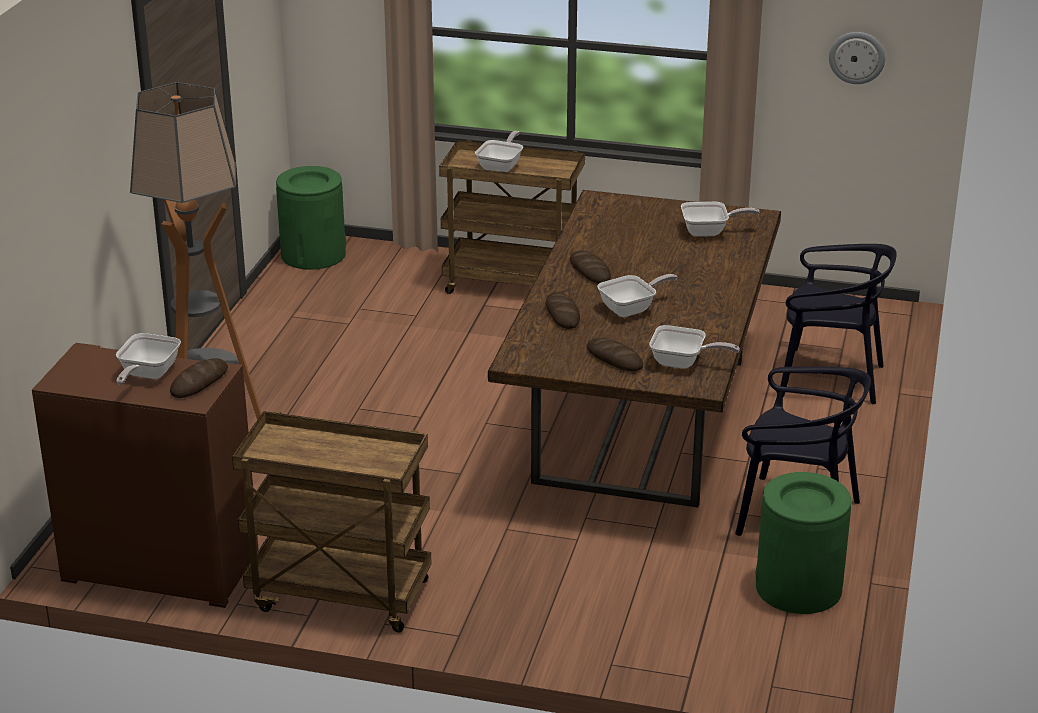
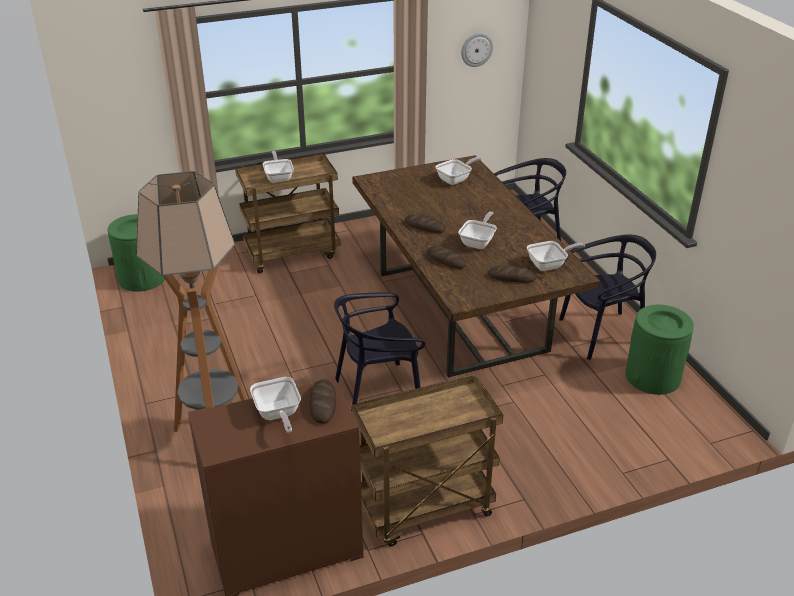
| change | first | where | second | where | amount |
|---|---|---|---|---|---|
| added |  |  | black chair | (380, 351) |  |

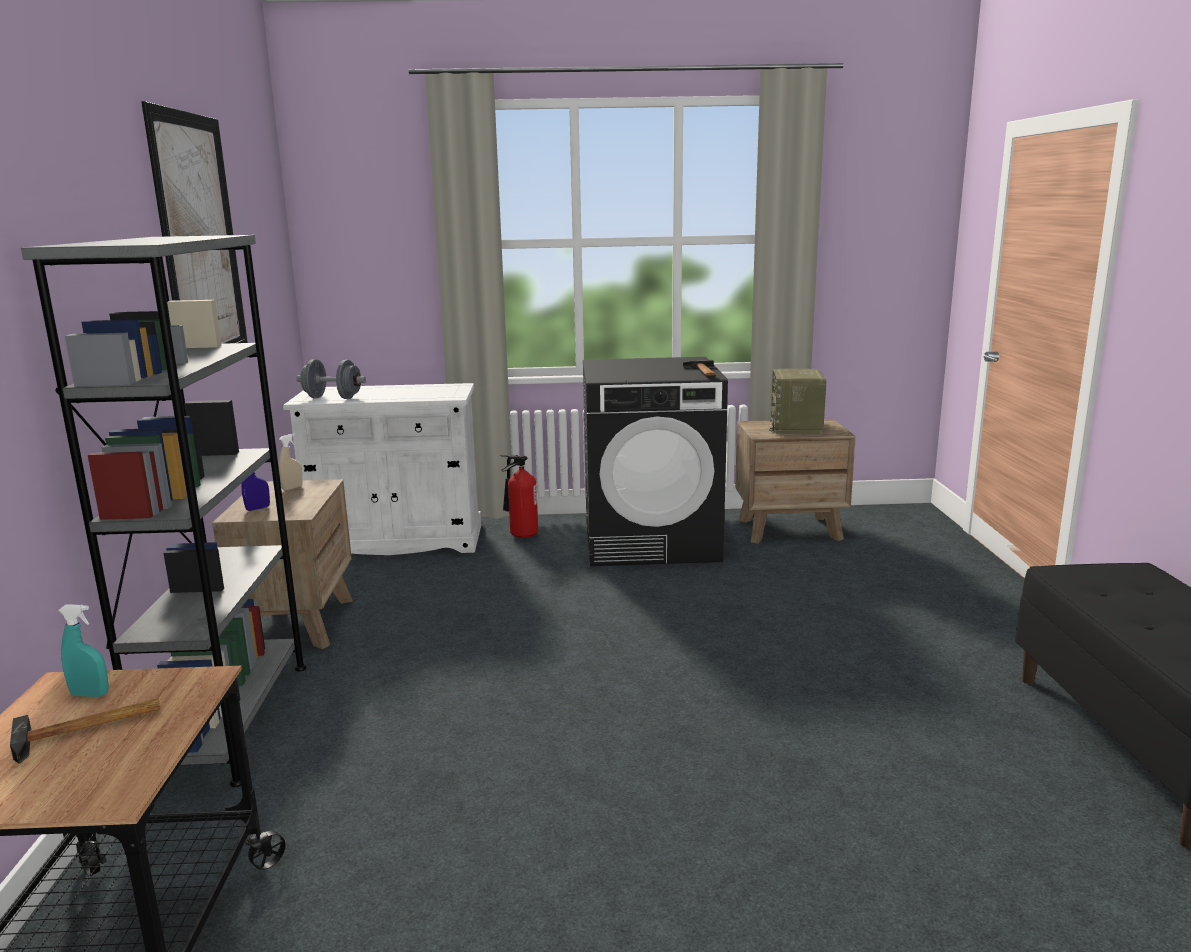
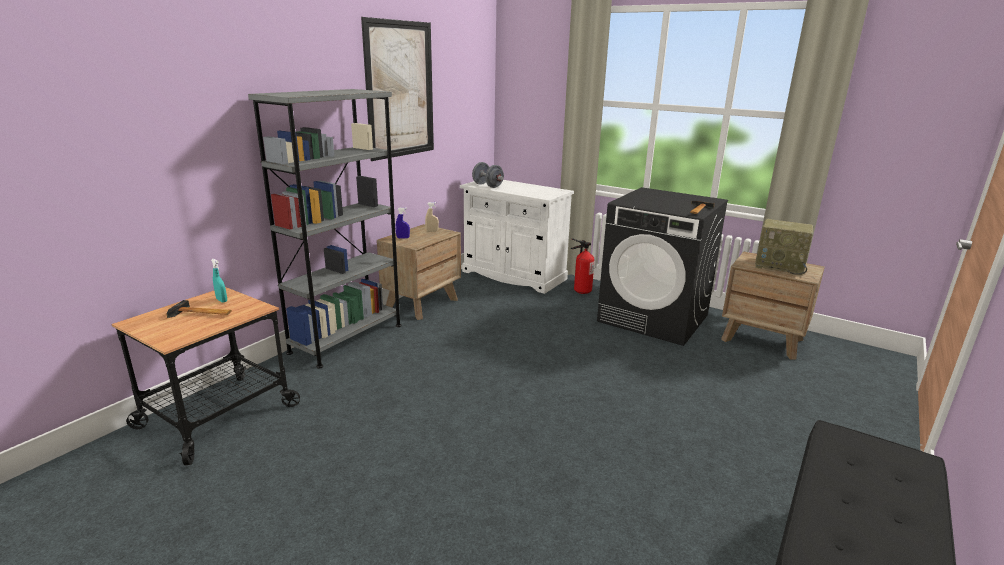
| change | first | where | second | where | amount |
|---|---|---|---|---|---|
| turned | radio | (798, 401) |  | (784, 247) | 105 degrees counterclockwise |

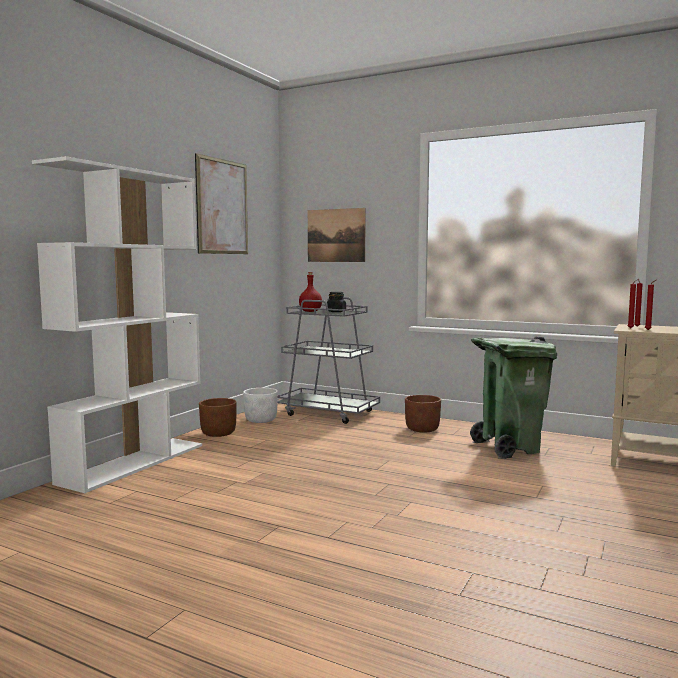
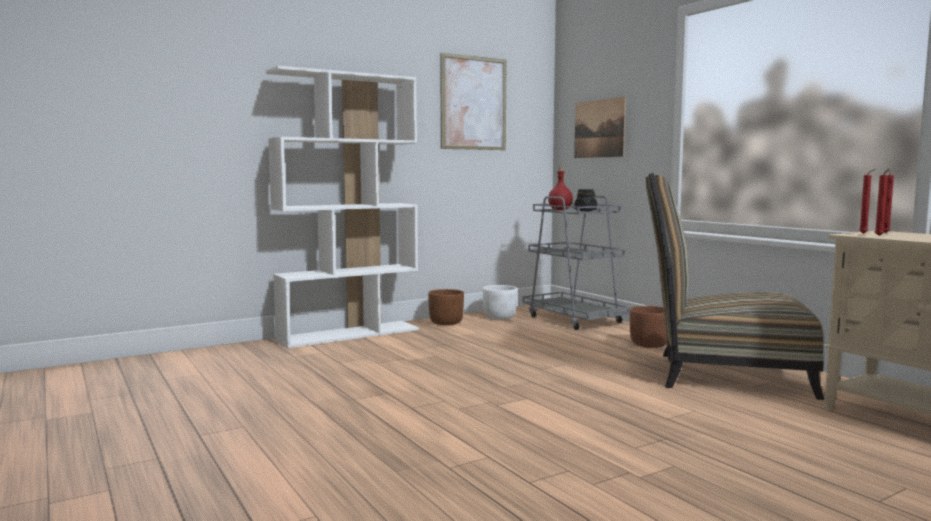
| change | first | where | second | where | amount |
|---|---|---|---|---|---|
| replaced | green trash can | (513, 398) | chair | (735, 286) |  |

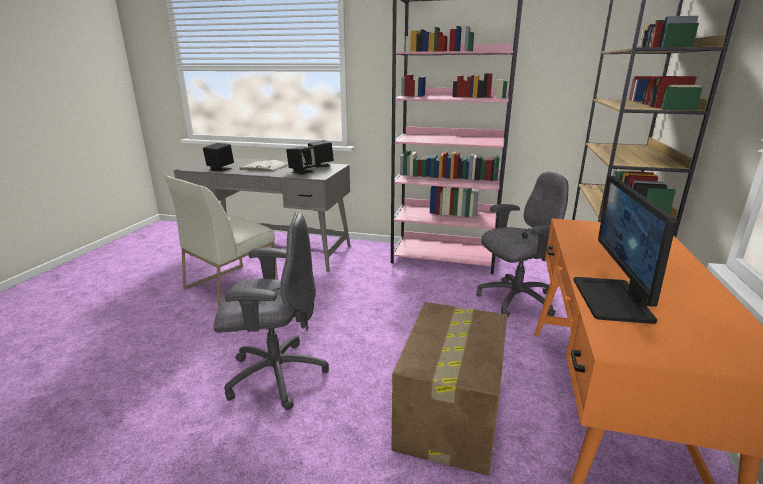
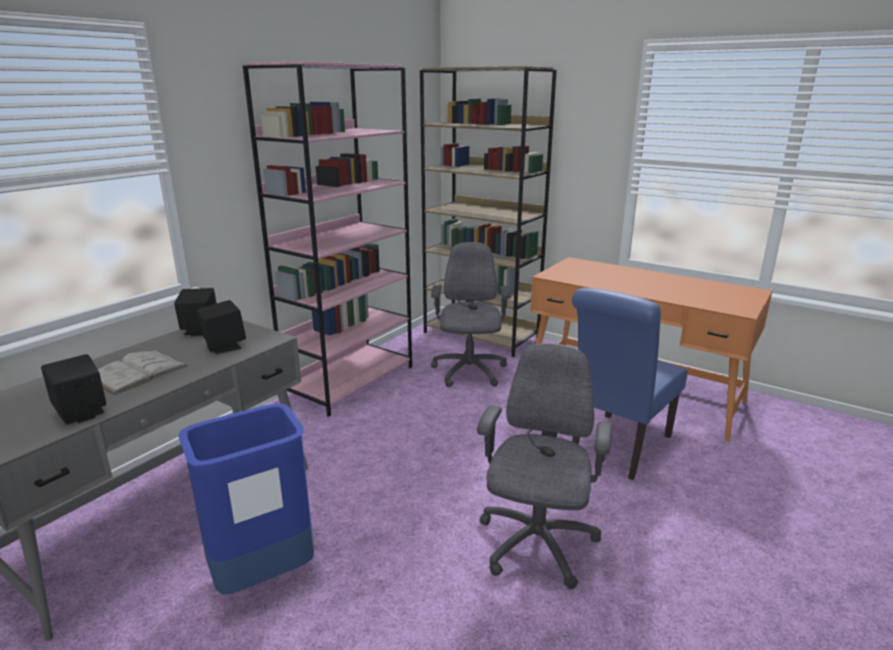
| change | first | where | second | where | amount |
|---|---|---|---|---|---|
| removed | monitor | (625, 250) |  |  |  |
| replaced | white chair | (221, 242) | blue trash can | (246, 499) |  |
| replaced | cardboard box | (449, 388) | blue chair | (630, 384) |  |

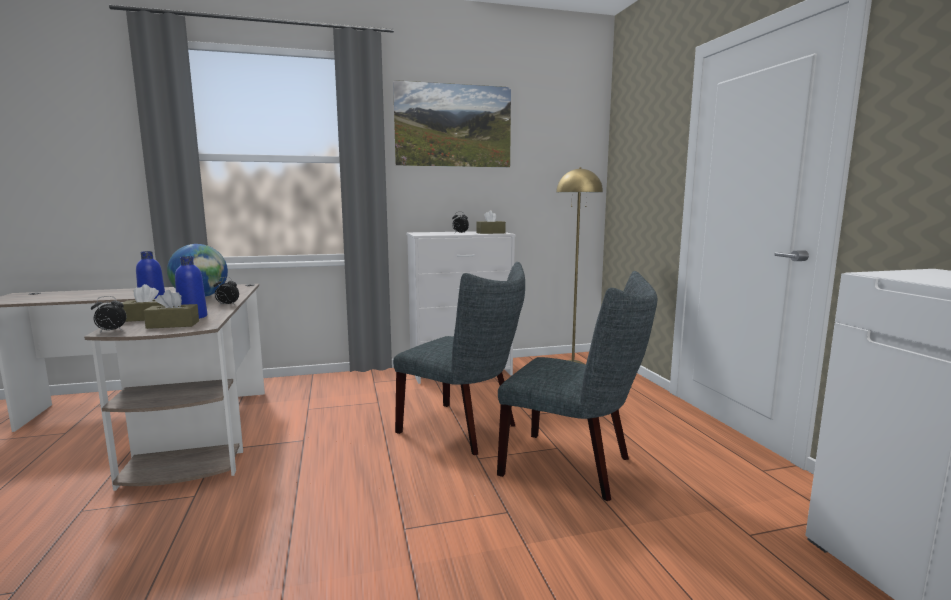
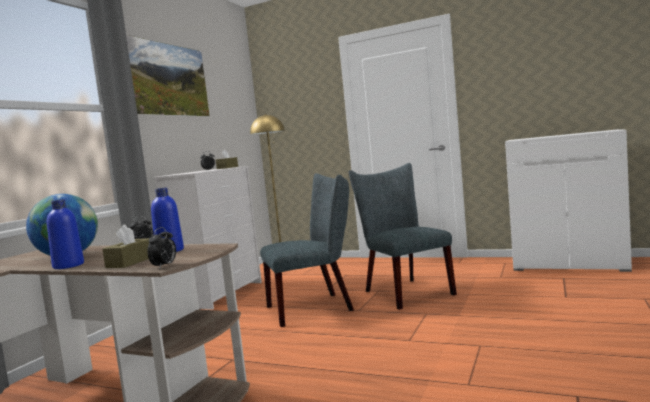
| change | first | where | second | where | amount |
|---|---|---|---|---|---|
| removed | brown tissue box | (171, 309) |  |  |  |
| turned | grey chair | (577, 386) |  | (403, 236) | 90 degrees counterclockwise |

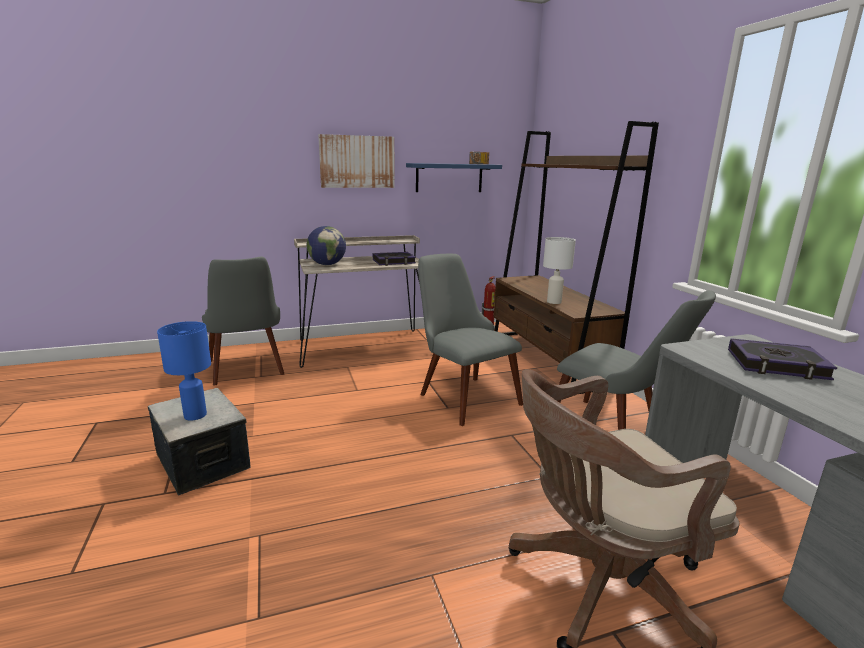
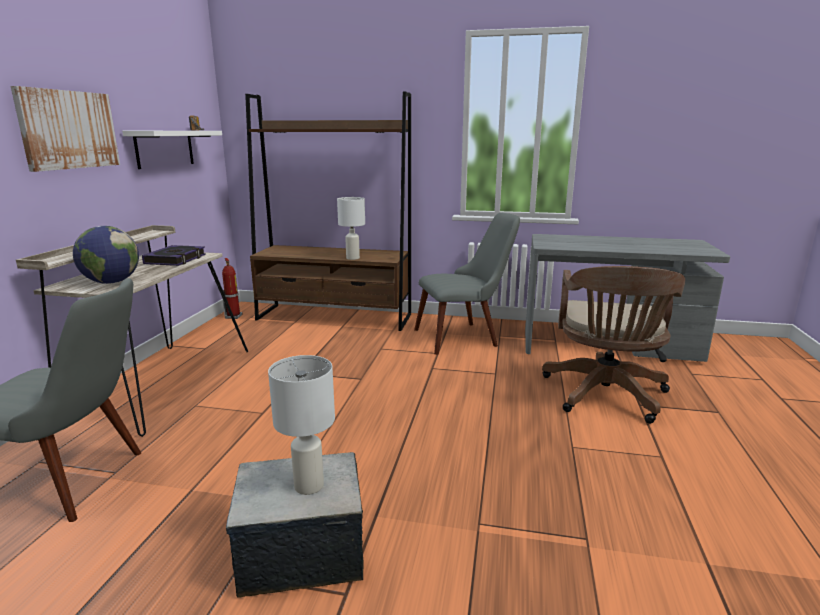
| change | first | where | second | where | amount |
|---|---|---|---|---|---|
| removed | grey chair | (470, 340) |  |  |  |
| removed | book | (782, 359) |  |  |  |
| recoloured | blue table lamp | (184, 371) | white table lamp | (301, 425) |  |
| recoloured | blue shelf | (454, 177) | white shelf | (172, 150) |  |

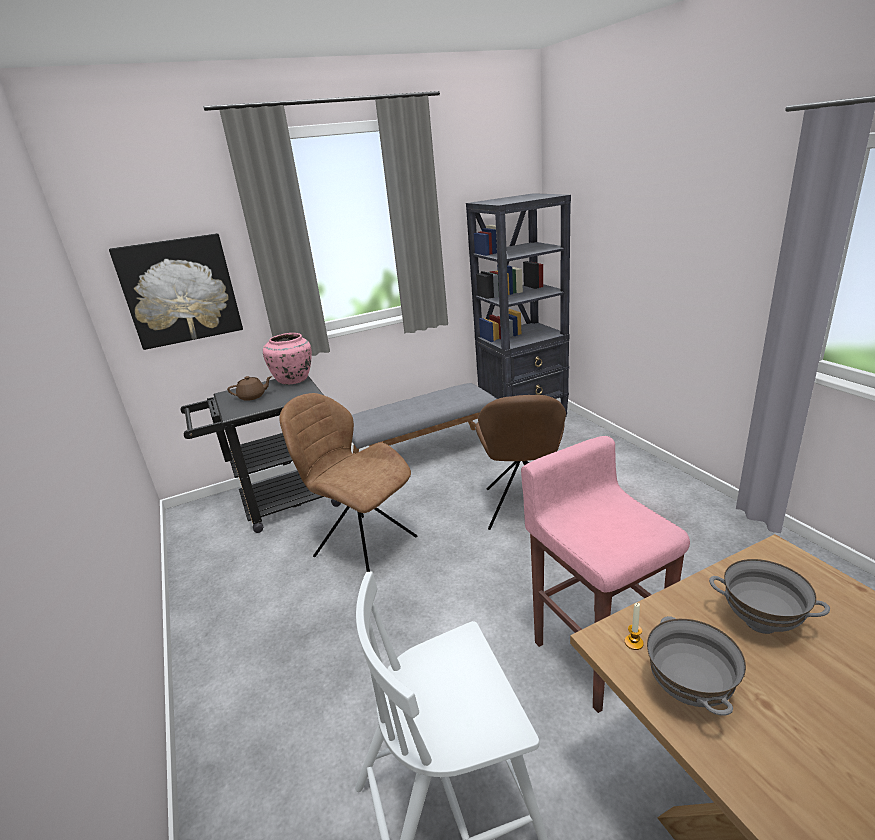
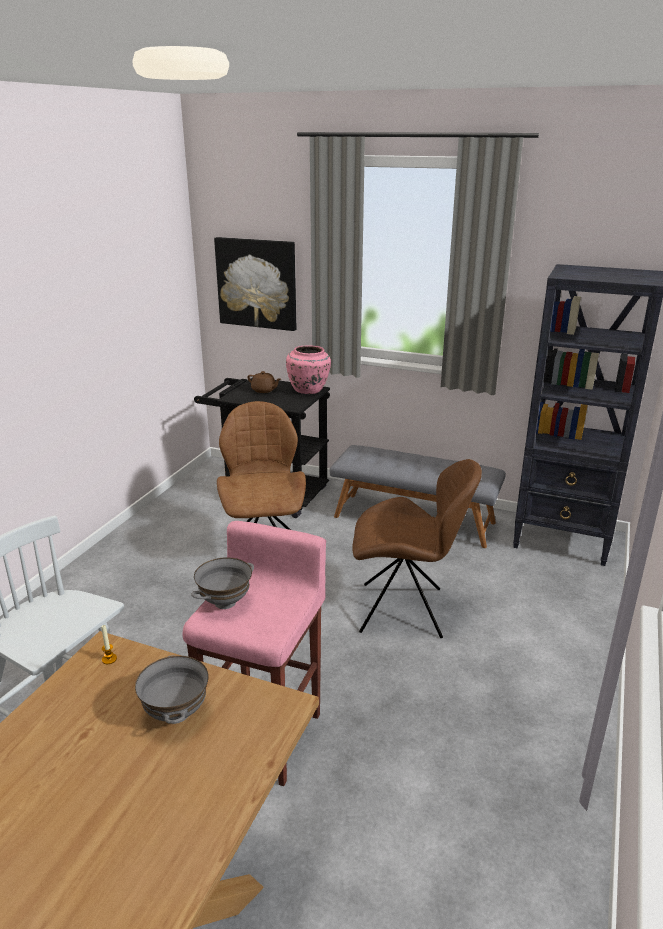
| change | first | where | second | where | amount |
|---|---|---|---|---|---|
| moved | grey bowl | (696, 665) |  | (222, 583) |  |
| turned | brown chair | (521, 462) |  | (417, 548) | 135 degrees counterclockwise |

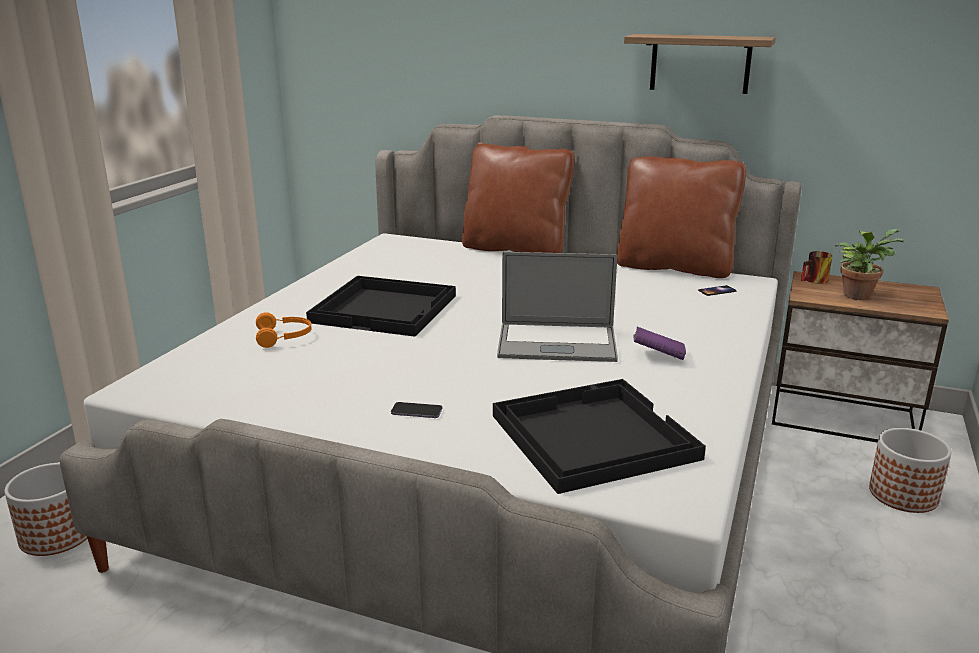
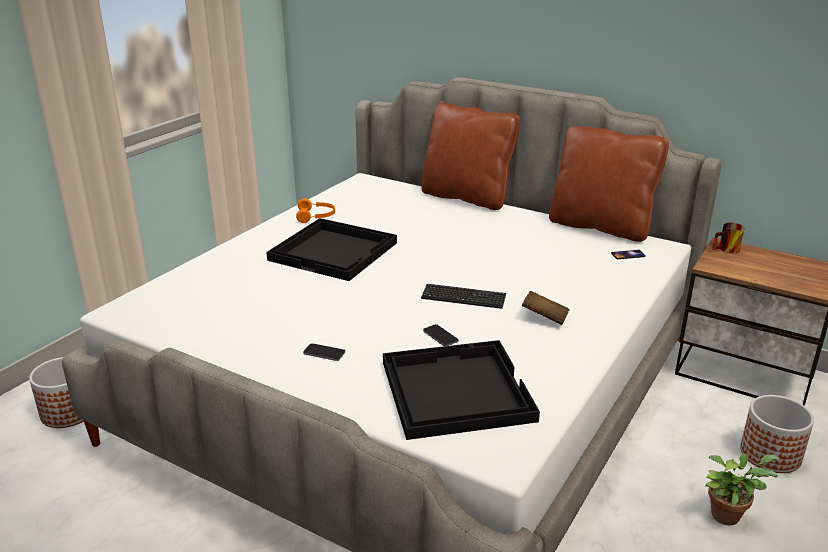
| change | first | where | second | where | amount |
|---|---|---|---|---|---|
| removed | shelf | (699, 64) |  |  |  |
| added |  |  | phone | (440, 335) |  |
| moved | orange headphones | (283, 330) |  | (315, 210) |  |
| moved | potted plant | (869, 264) |  | (742, 489) |  |
| replaced | laptop | (557, 307) | keyboard | (463, 296) |  |
| recoloured | purple book | (660, 343) | brown book | (546, 308) |  |

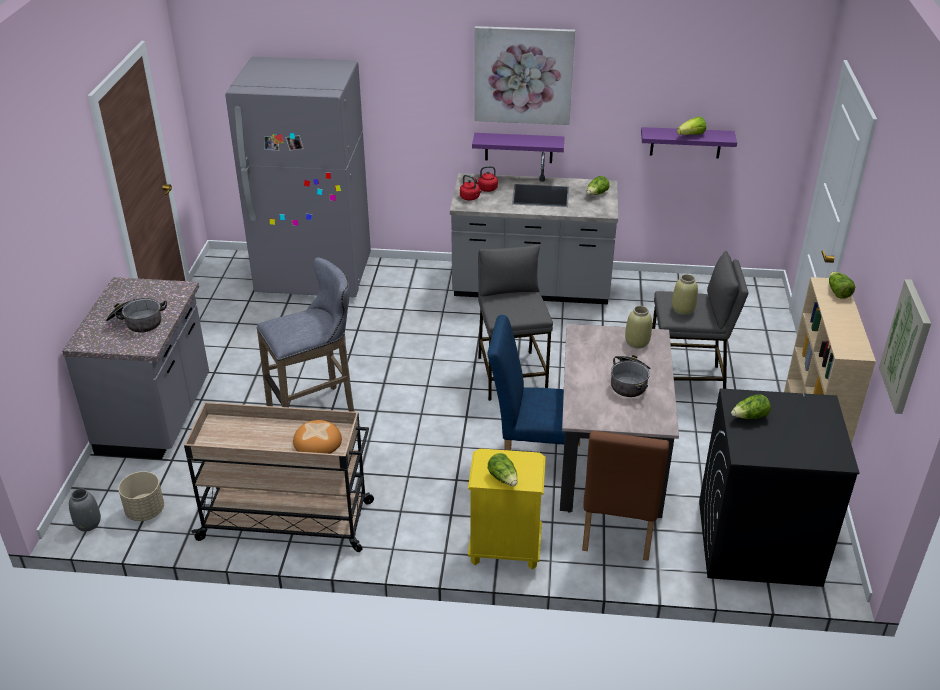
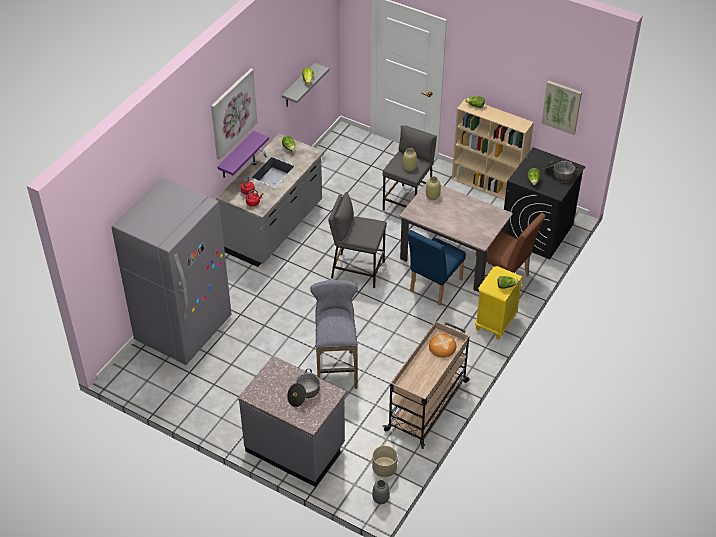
| change | first | where | second | where | amount |
|---|---|---|---|---|---|
| moved | cooking pot | (630, 376) |  | (561, 170) |  |
| recoloured | purple shelf | (689, 142) | grey shelf | (305, 85) |  |

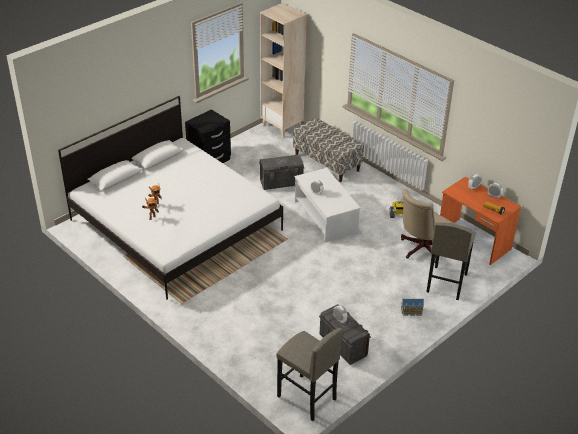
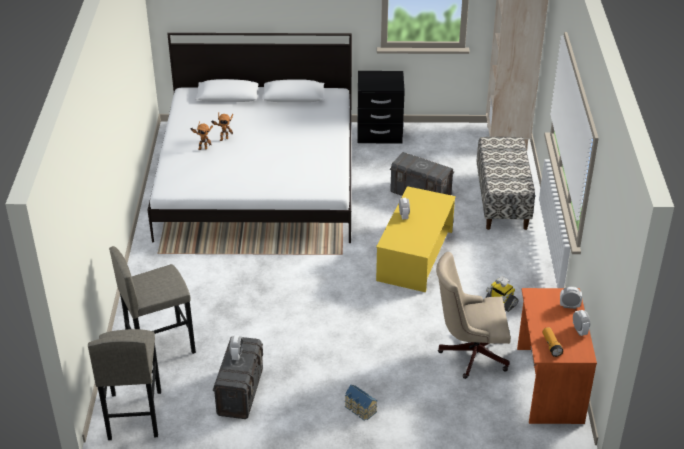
| change | first | where | second | where | amount |
|---|---|---|---|---|---|
| moved | grey stool | (451, 261) |  | (152, 300) |  |
| recoloured | white coffee table | (328, 205) | yellow coffee table | (416, 239) |  |

